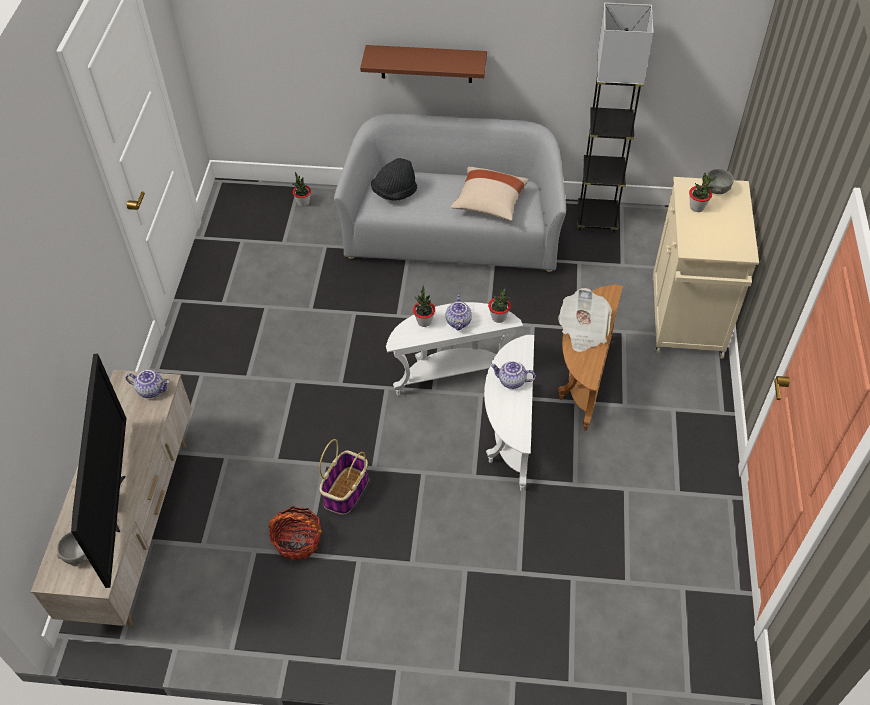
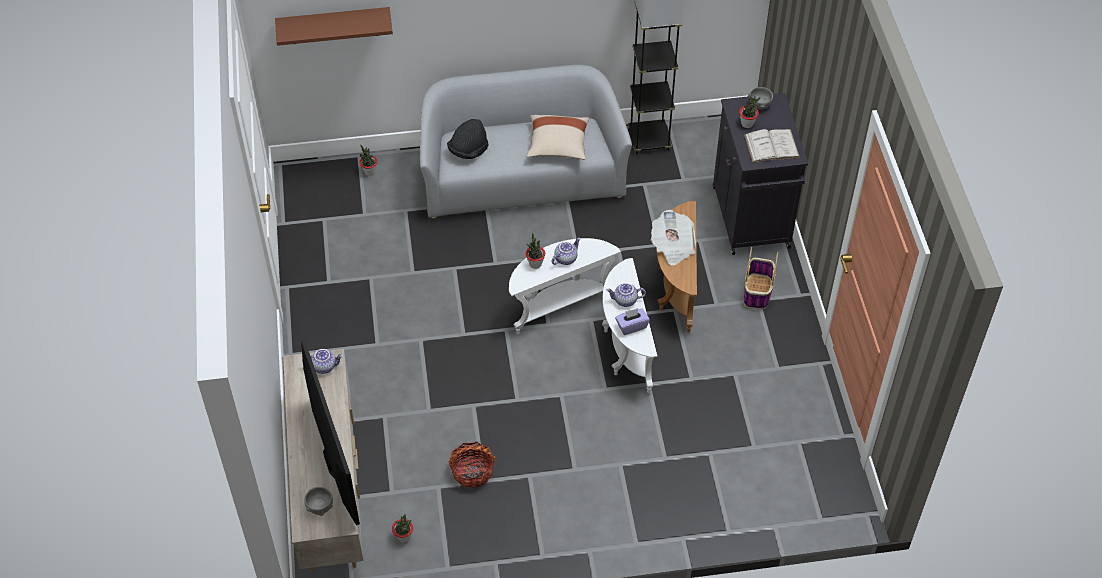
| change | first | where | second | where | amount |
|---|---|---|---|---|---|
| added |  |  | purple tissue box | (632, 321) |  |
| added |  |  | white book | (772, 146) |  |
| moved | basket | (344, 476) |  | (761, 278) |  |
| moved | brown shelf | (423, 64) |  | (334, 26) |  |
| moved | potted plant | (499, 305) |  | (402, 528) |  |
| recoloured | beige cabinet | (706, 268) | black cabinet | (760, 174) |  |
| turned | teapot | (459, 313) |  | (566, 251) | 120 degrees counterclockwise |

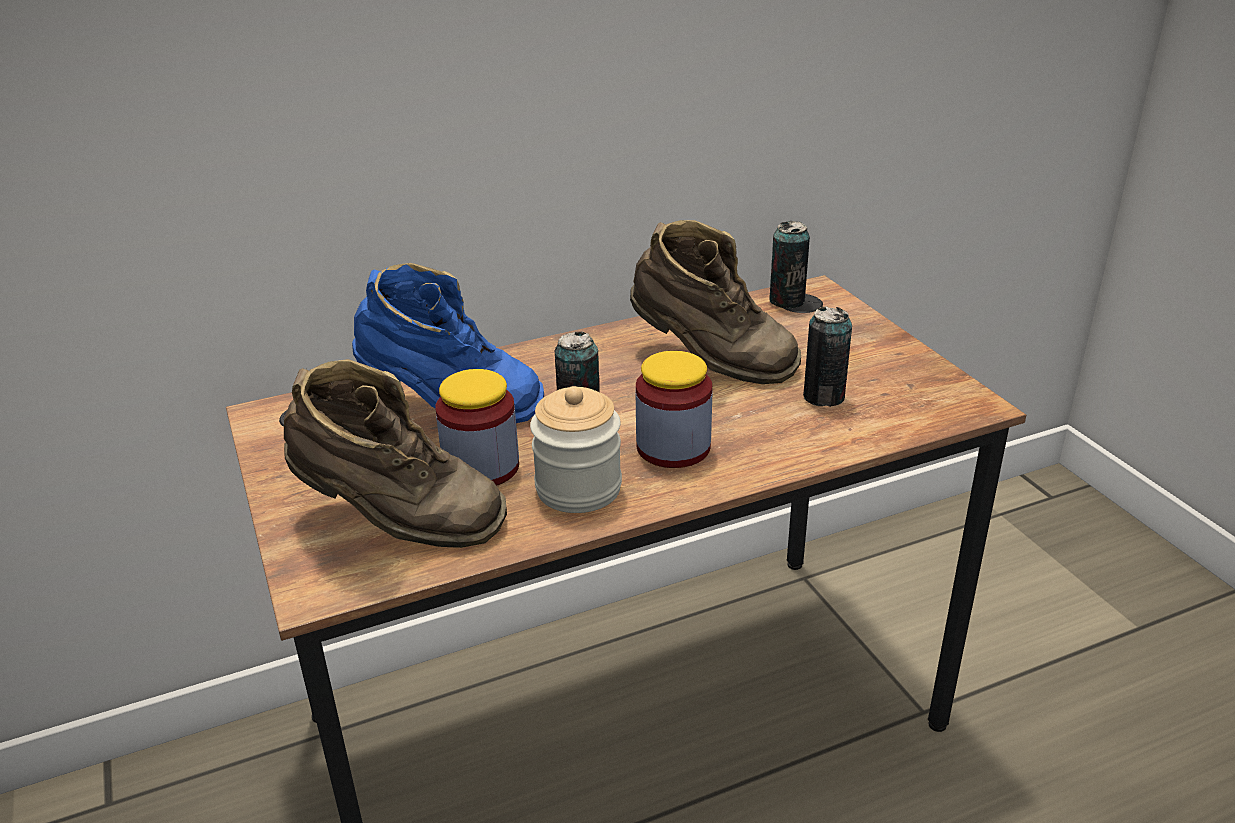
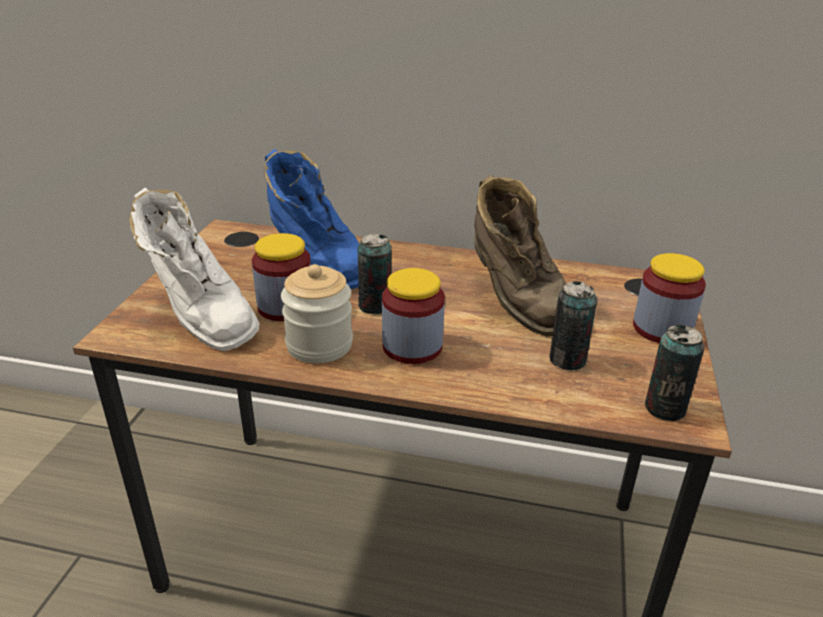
| change | first | where | second | where | amount |
|---|---|---|---|---|---|
| added |  |  | jar | (669, 298) |  |
| moved | can | (789, 265) |  | (674, 373) |  |
| recoloured | brown boot | (395, 453) | white boot | (194, 269) |  |

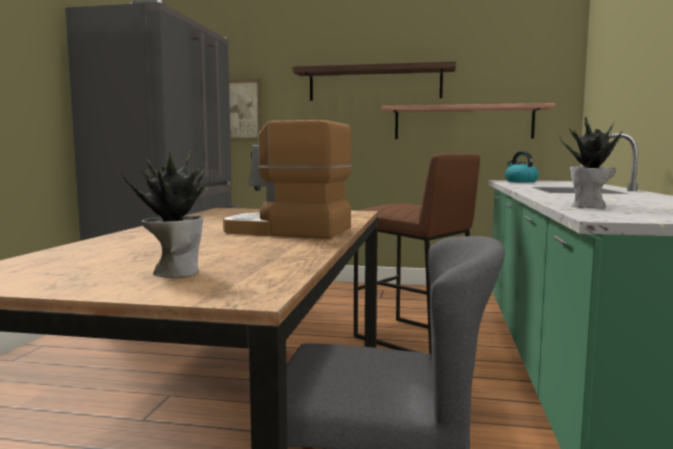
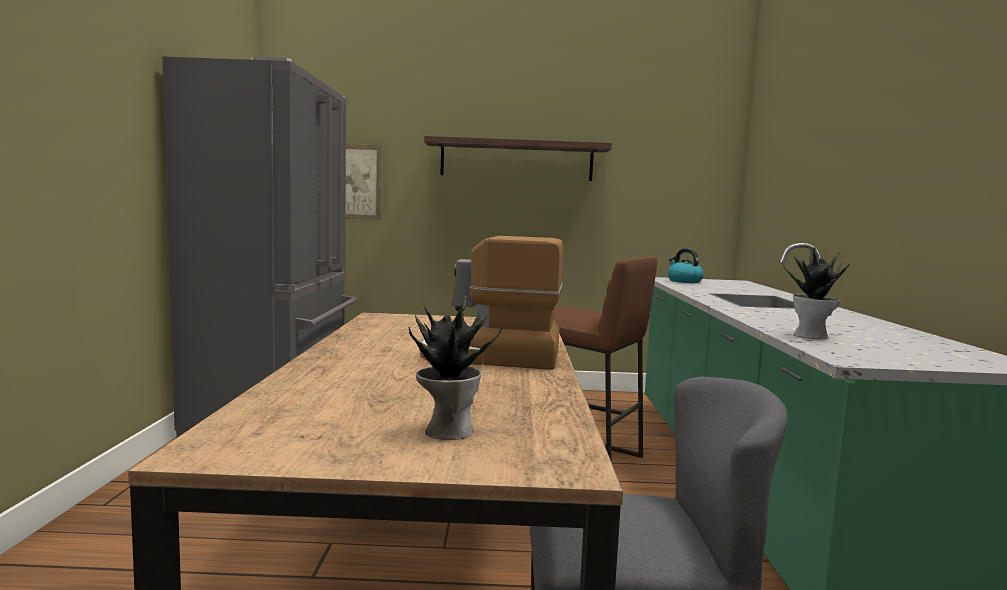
| change | first | where | second | where | amount |
|---|---|---|---|---|---|
| removed | shelf | (468, 121) |  |  |  |

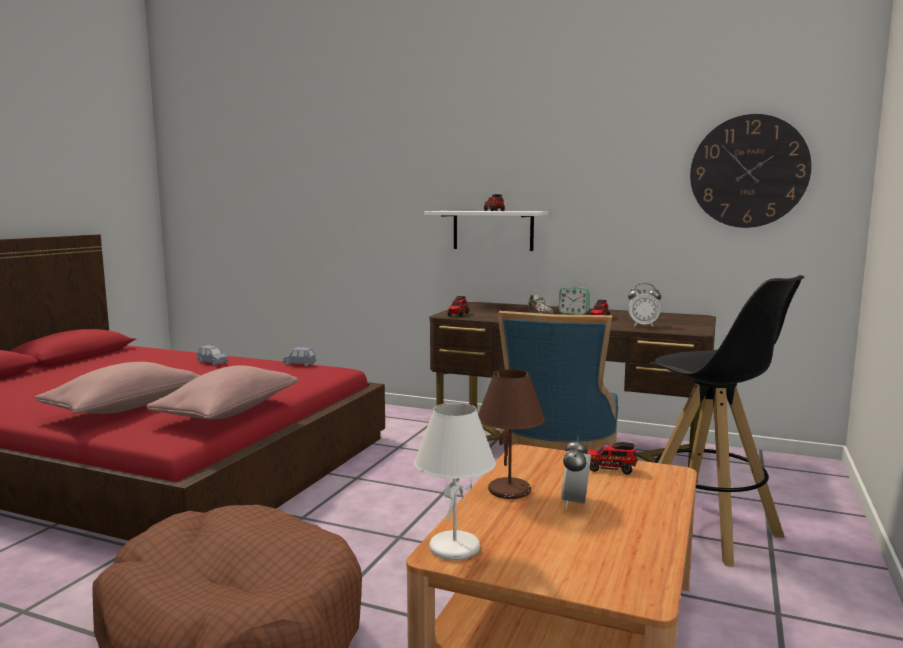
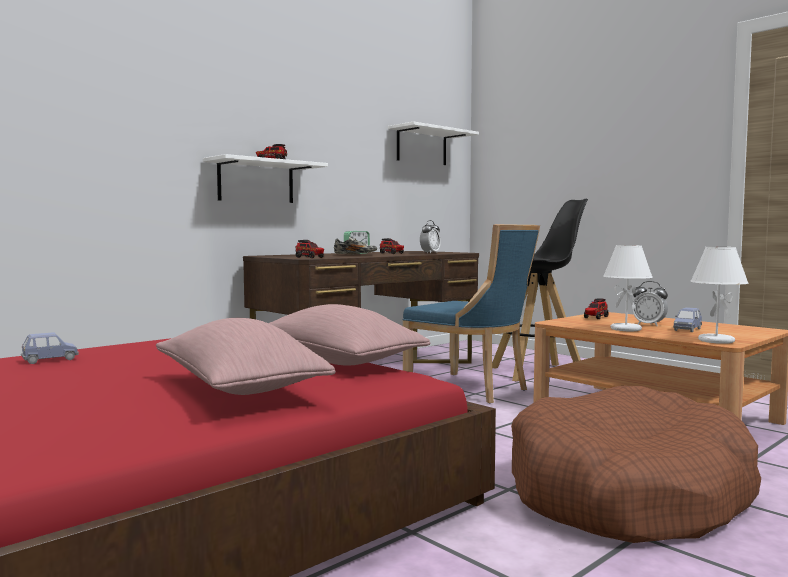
| change | first | where | second | where | amount |
|---|---|---|---|---|---|
| moved | blue toy car | (300, 357) |  | (687, 319) |  |
| replaced | wall clock | (751, 171) | white shelf | (433, 143) |  |
| recoloured | brown table lamp | (511, 434) | white table lamp | (628, 288) |  |

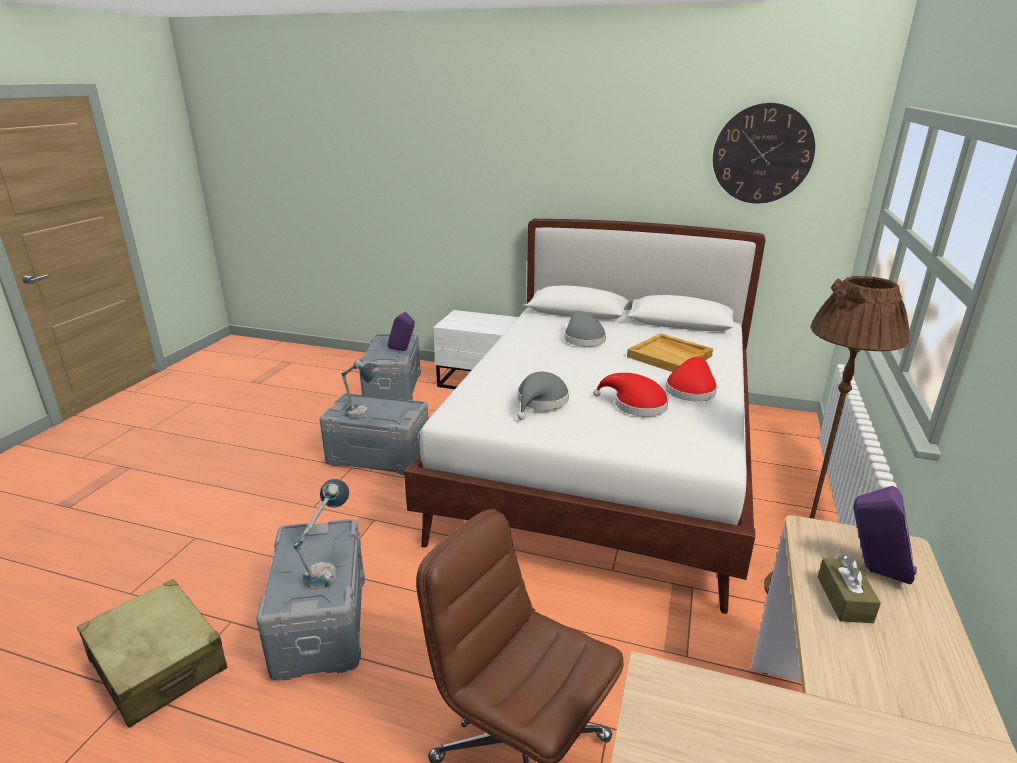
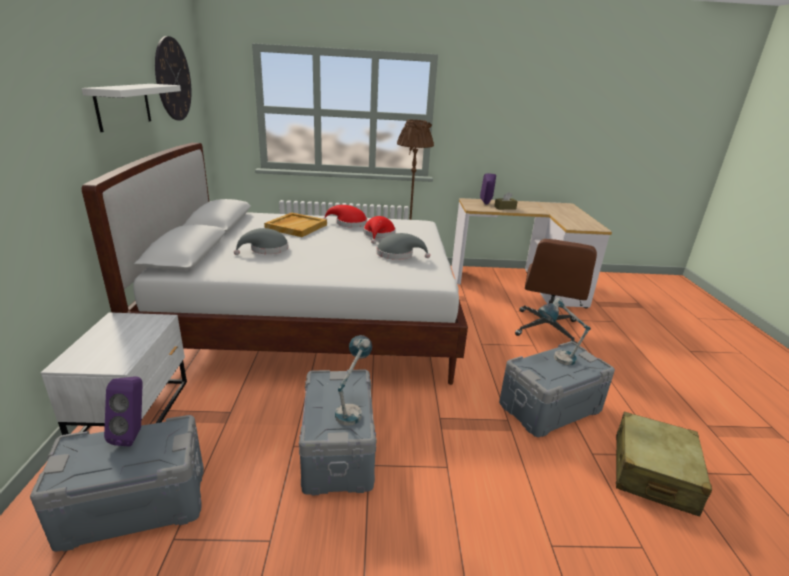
| change | first | where | second | where | amount |
|---|---|---|---|---|---|
| added |  |  | white shelf | (131, 108) |  |

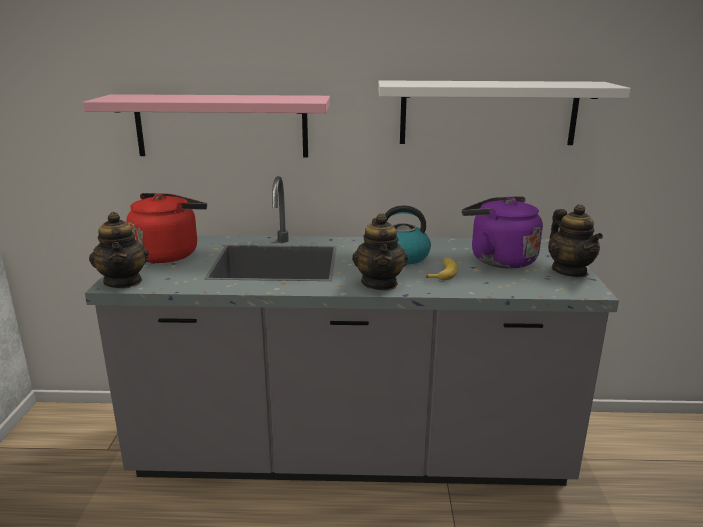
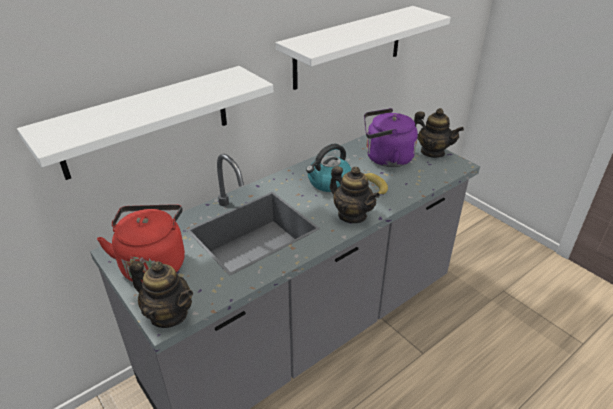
| change | first | where | second | where | amount |
|---|---|---|---|---|---|
| recoloured | pink shelf | (206, 126) | white shelf | (145, 123) |  |

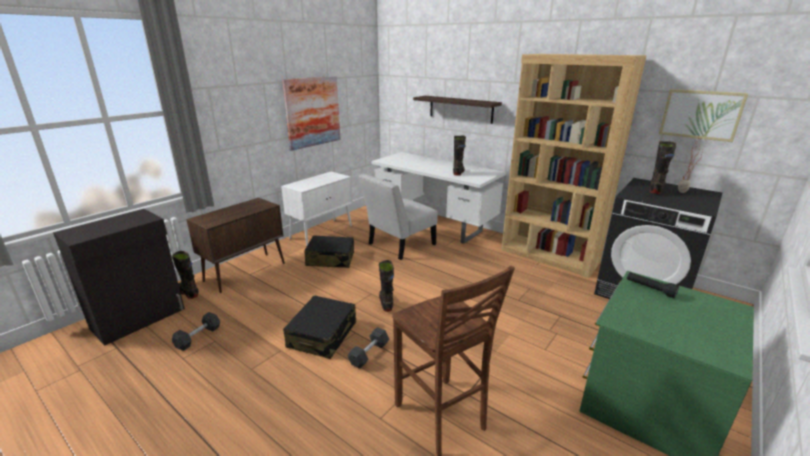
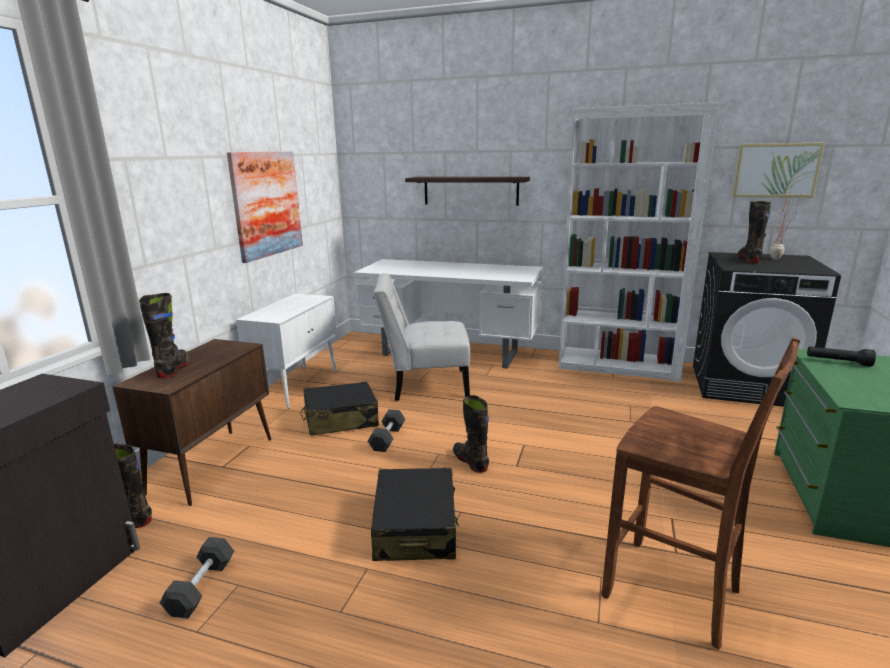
| change | first | where | second | where | amount |
|---|---|---|---|---|---|
| moved | grey dumbbell | (368, 348) |  | (387, 430) |  |
| moved | black boot | (459, 156) |  | (164, 335) |  |
| recoloured | brown bookcase | (574, 166) | white bookcase | (639, 242) |  |
| turned | white chair | (398, 217) |  | (422, 337) | 60 degrees clockwise |

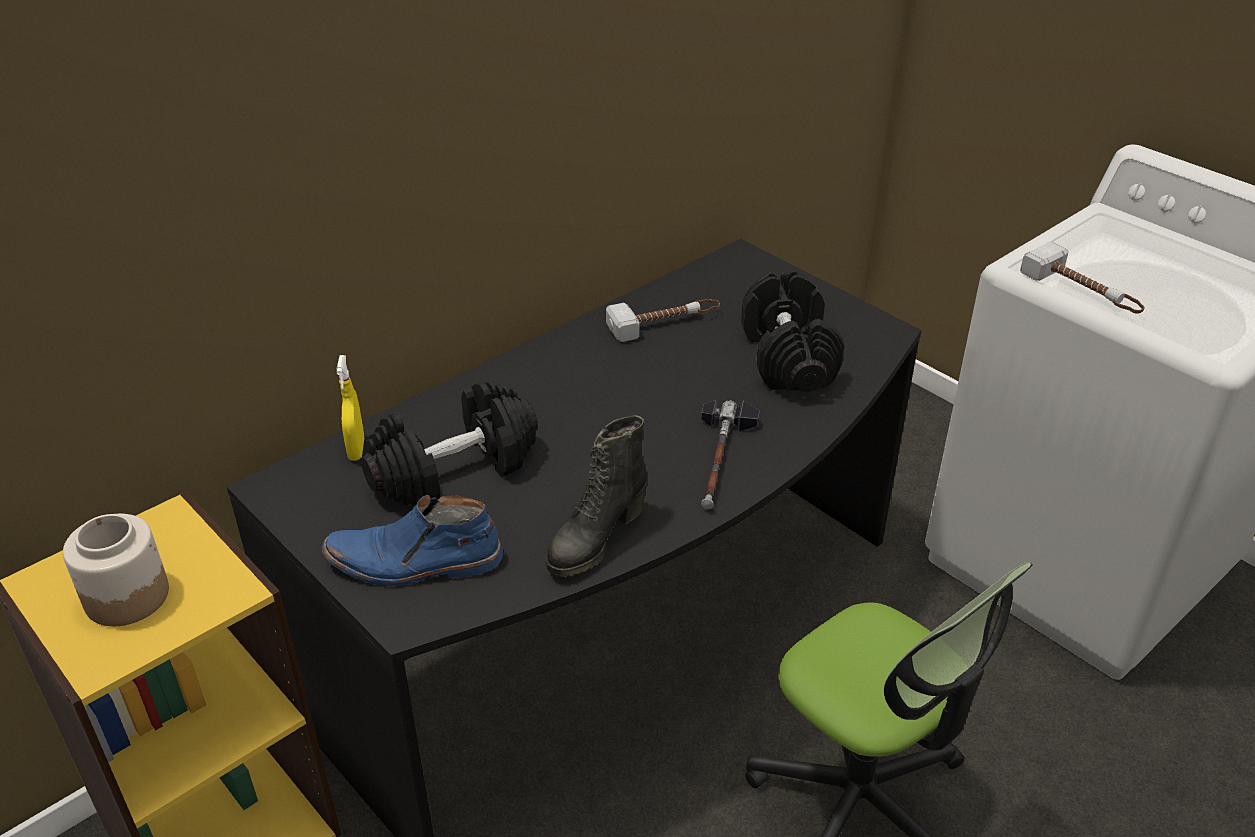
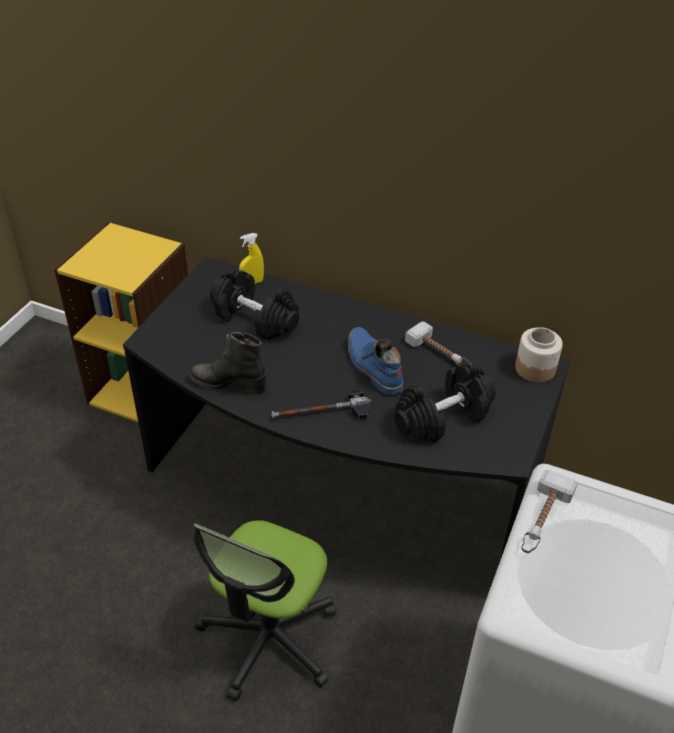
| change | first | where | second | where | amount |
|---|---|---|---|---|---|
| moved | jar | (116, 570) |  | (539, 355) |  |
| moved | blue boot | (412, 540) |  | (375, 360) |  |

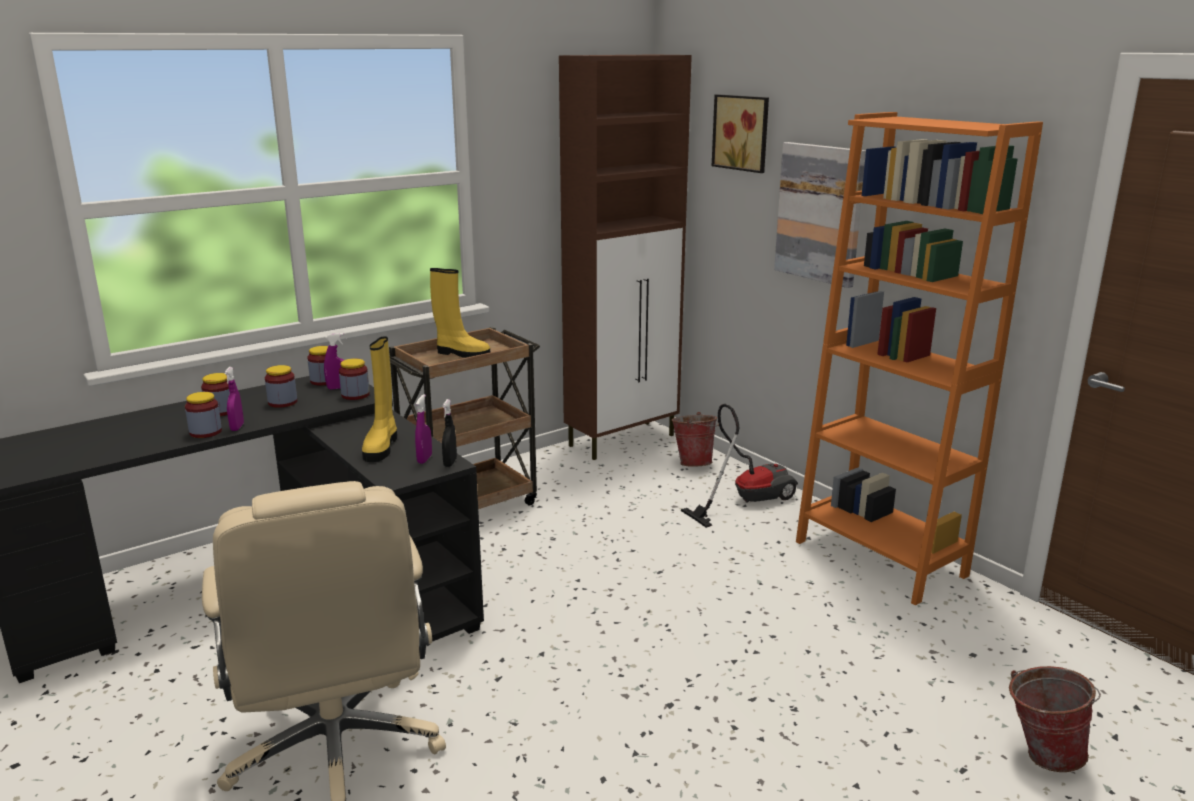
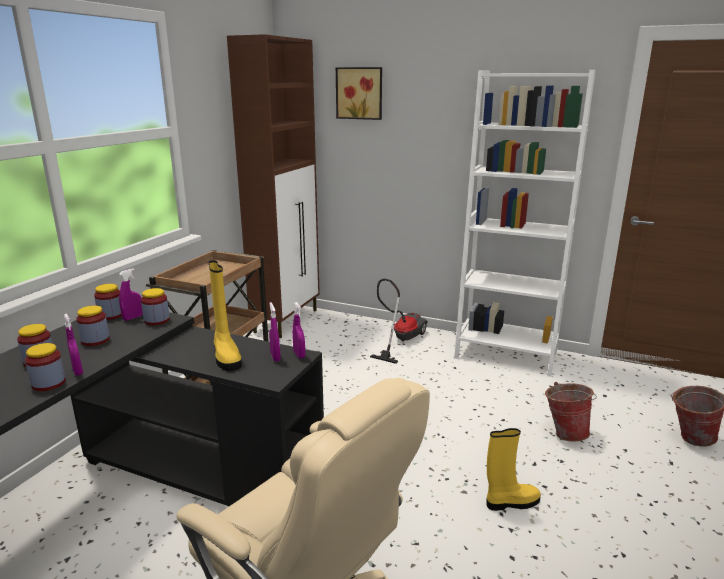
| change | first | where | second | where | amount |
|---|---|---|---|---|---|
| removed | picture | (820, 215) |  |  |  |
| moved | yellow boot | (460, 313) |  | (513, 469) |  |
| moved | bucket | (695, 439) |  | (571, 412) |  |
| recoloured | black spray bottle | (449, 433) | purple spray bottle | (298, 330) |  |
| recoloured | orange bookcase | (919, 358) | white bookcase | (525, 223) |  |

